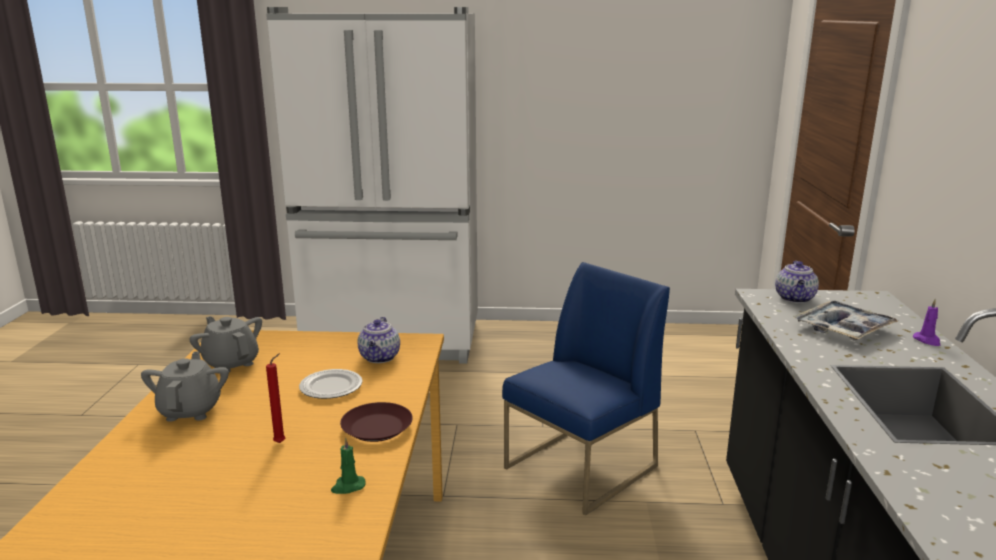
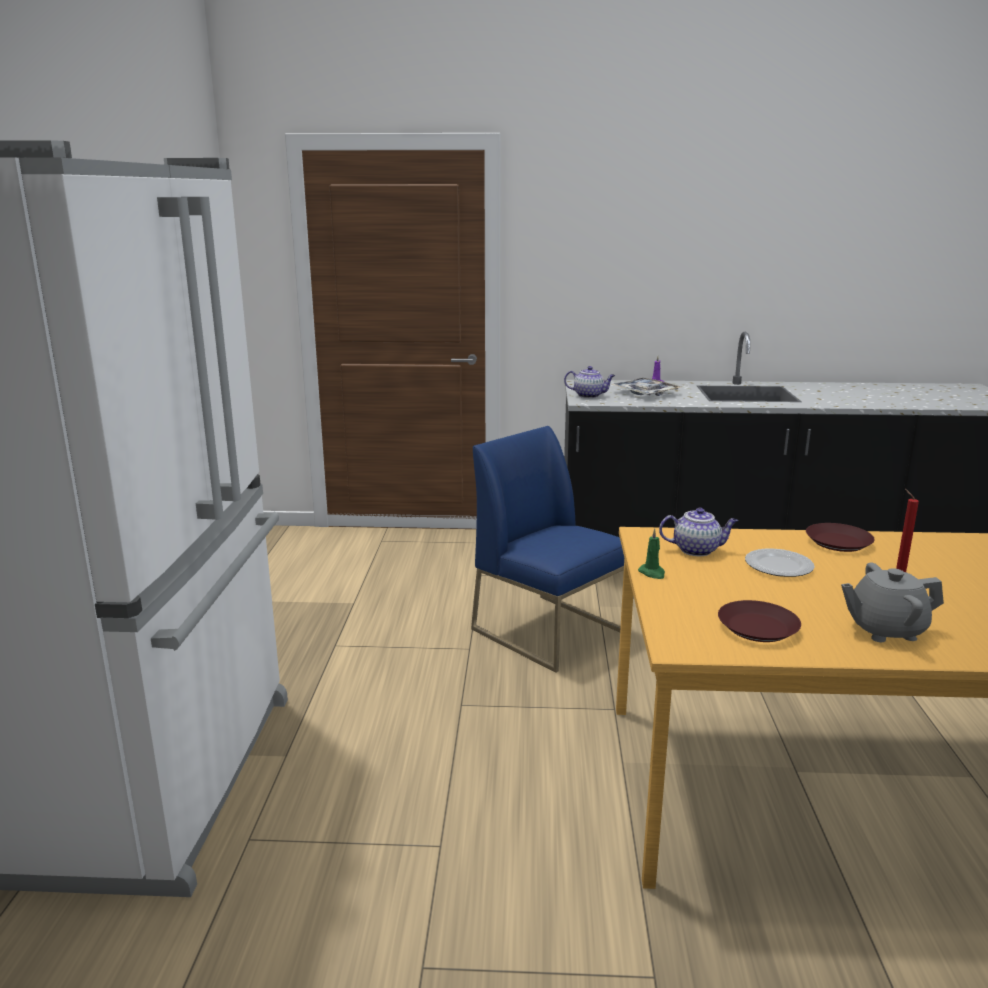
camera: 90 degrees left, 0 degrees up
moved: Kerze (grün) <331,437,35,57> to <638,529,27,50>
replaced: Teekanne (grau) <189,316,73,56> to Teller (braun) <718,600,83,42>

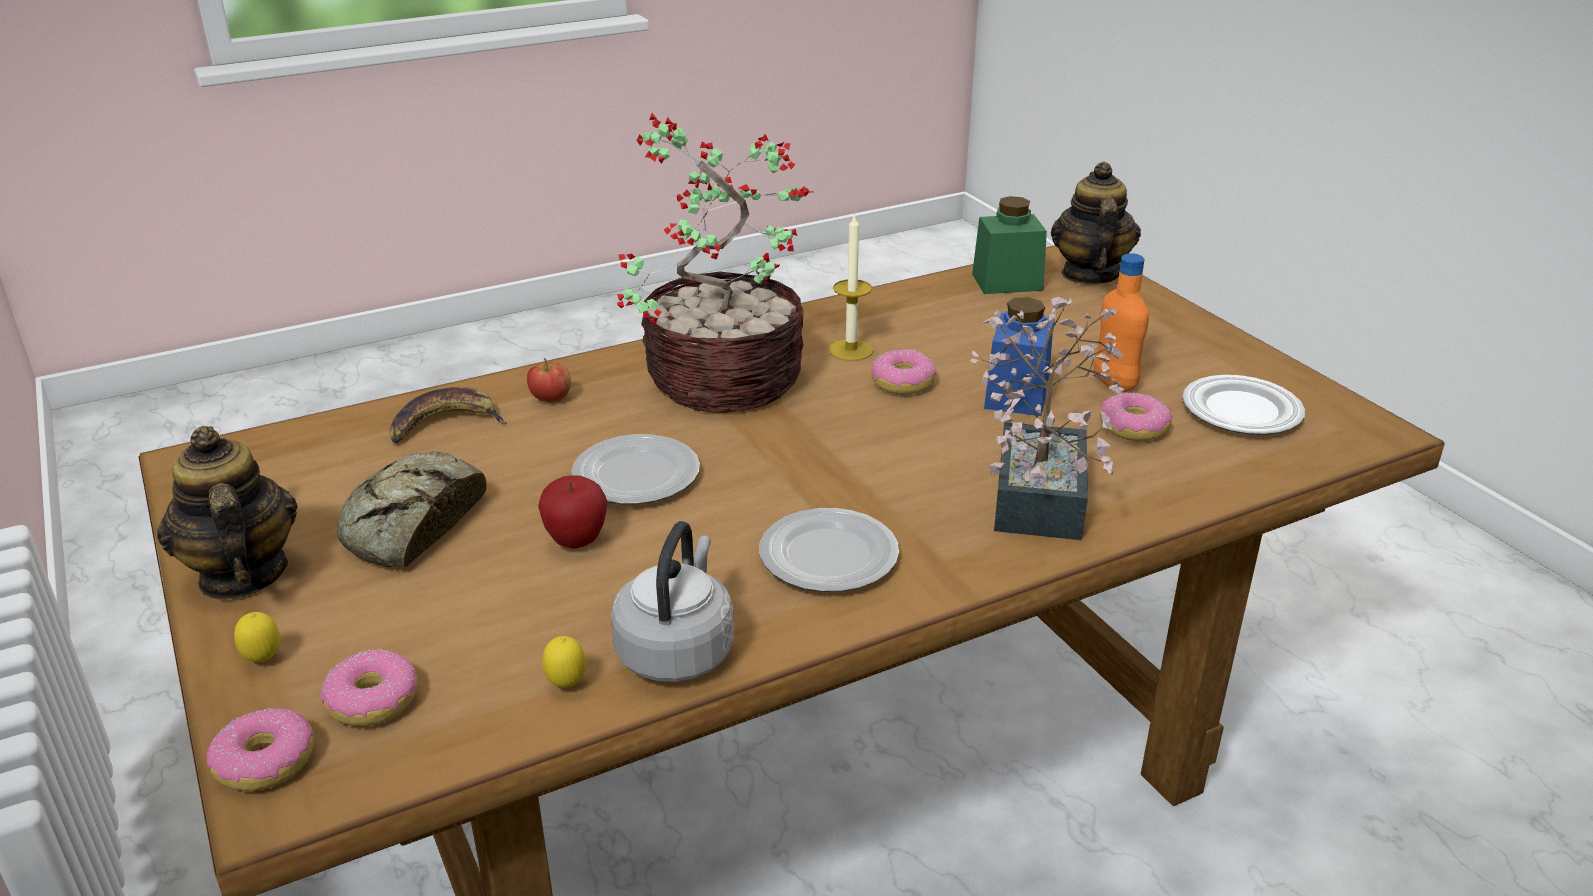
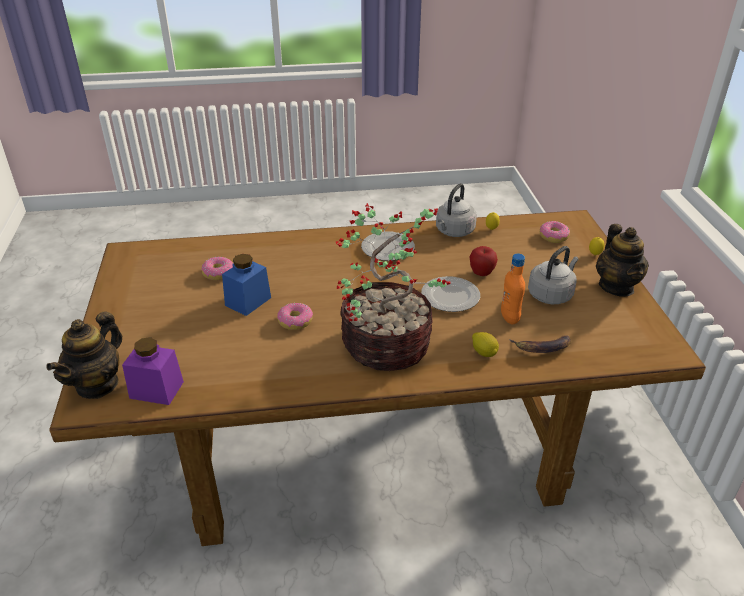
camera: 160 degrees left, 5 degrees up
removed: Donut <206,708,108,83>; Kerze <829,213,45,148>; Topfpflanze <970,297,155,243>; Teller <1182,375,123,60>
moved: Flasche (orange) <1094,253,55,139> to <501,254,24,70>
replaced: Brot <337,451,150,116> to Wasserkessel (grau) <528,246,50,58>; Apfel <527,358,44,45> to Zitrone <472,332,27,25>
recoloured: Vorratsglas (grün) <972,196,75,98> to Vorratsglas (lila) <122,337,62,68>

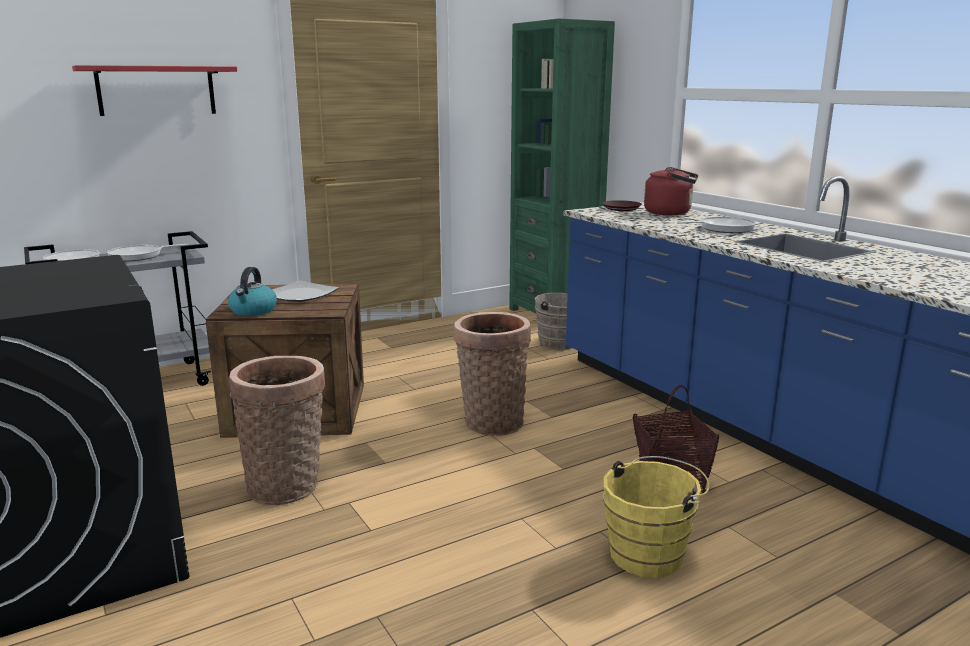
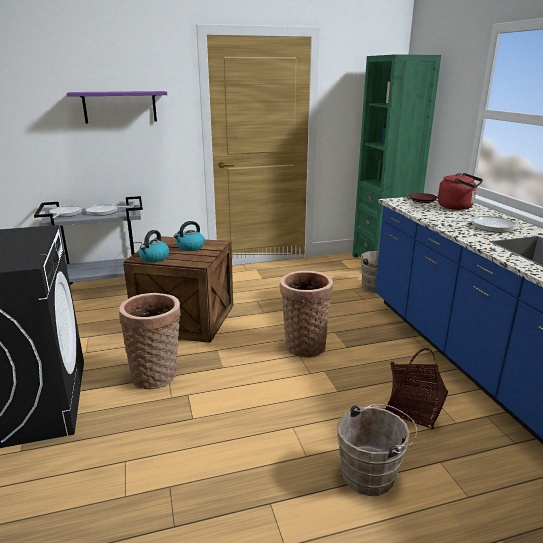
camera: 15 degrees right, 5 degrees up
replaced: Teller <272,280,67,22> to Wasserkessel <174,221,31,30>
recoloured: Wandregal (rot) <72,65,165,51> to Wandregal (lila) <66,91,101,32>; Eimer (gelb) <603,456,106,122> to Eimer (braun) <337,404,80,92>

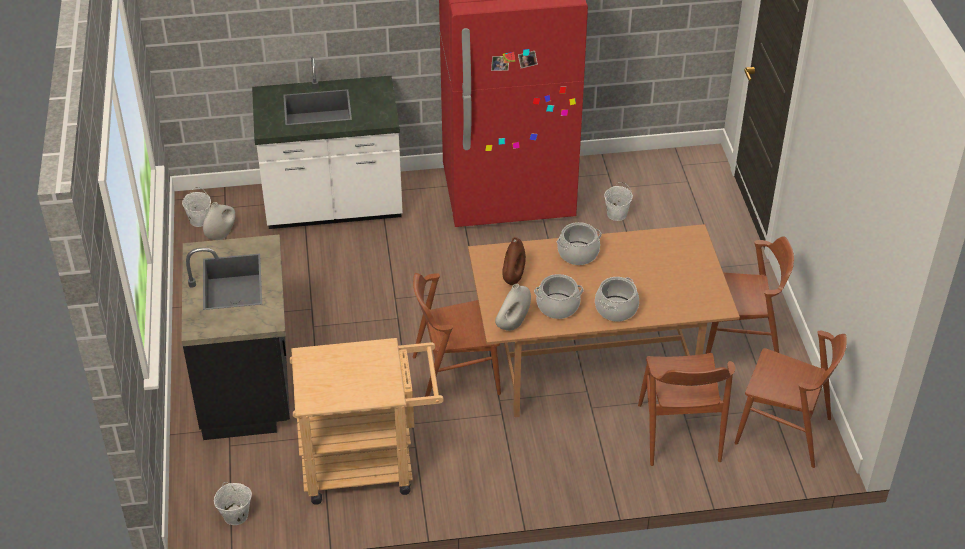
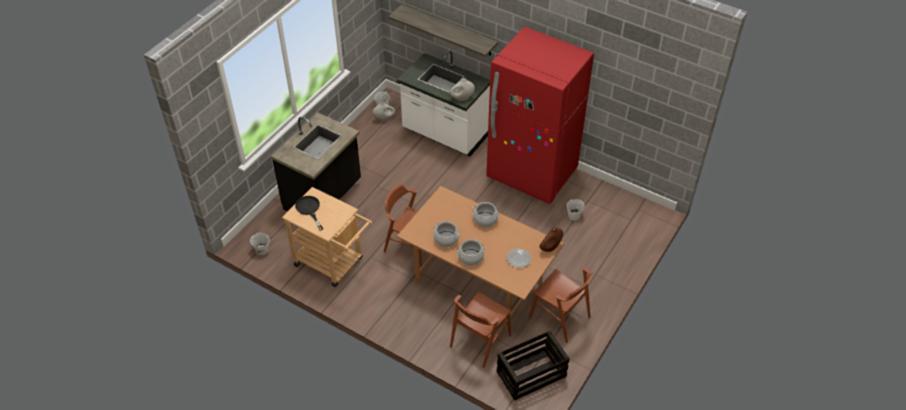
camera: 40 degrees right, 5 degrees up
added: Pfanne (schwarz) <295,196,28,34>; Wandregal <388,4,110,53>; Teller <507,249,24,19>
moved: Vase (weiß) <495,284,36,47> to <449,78,26,23>; Vase (braun) <502,237,24,48> to <540,227,23,25>
replaced: Stuhl (braun) <735,330,112,138> to Kiste <497,330,73,70>

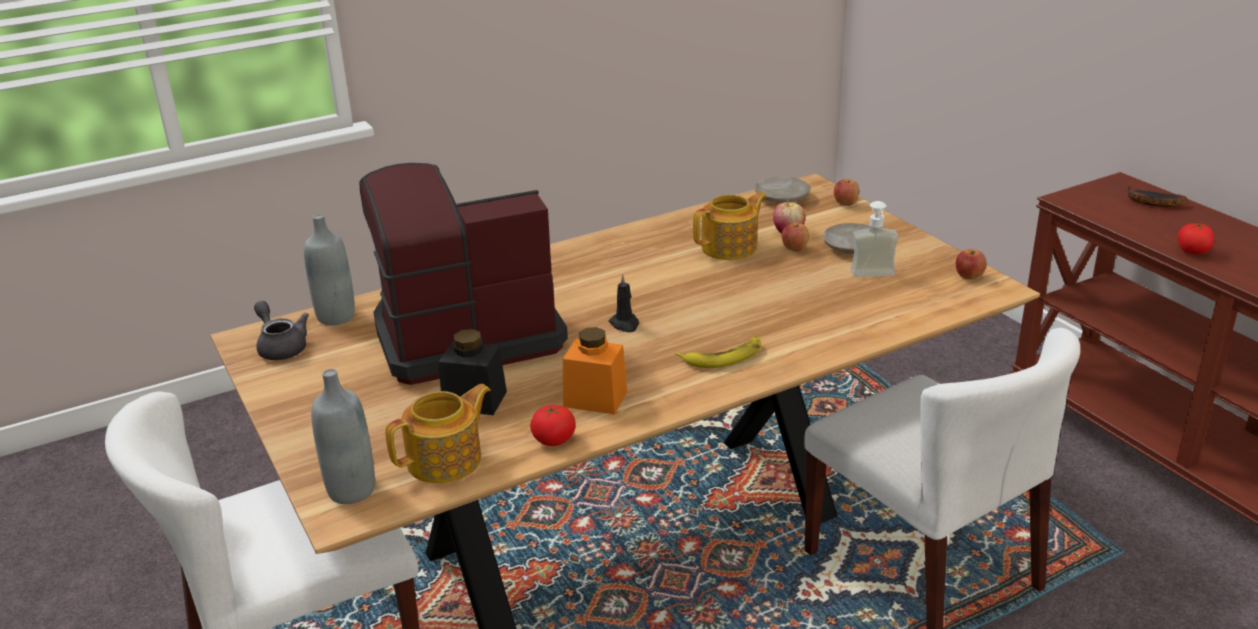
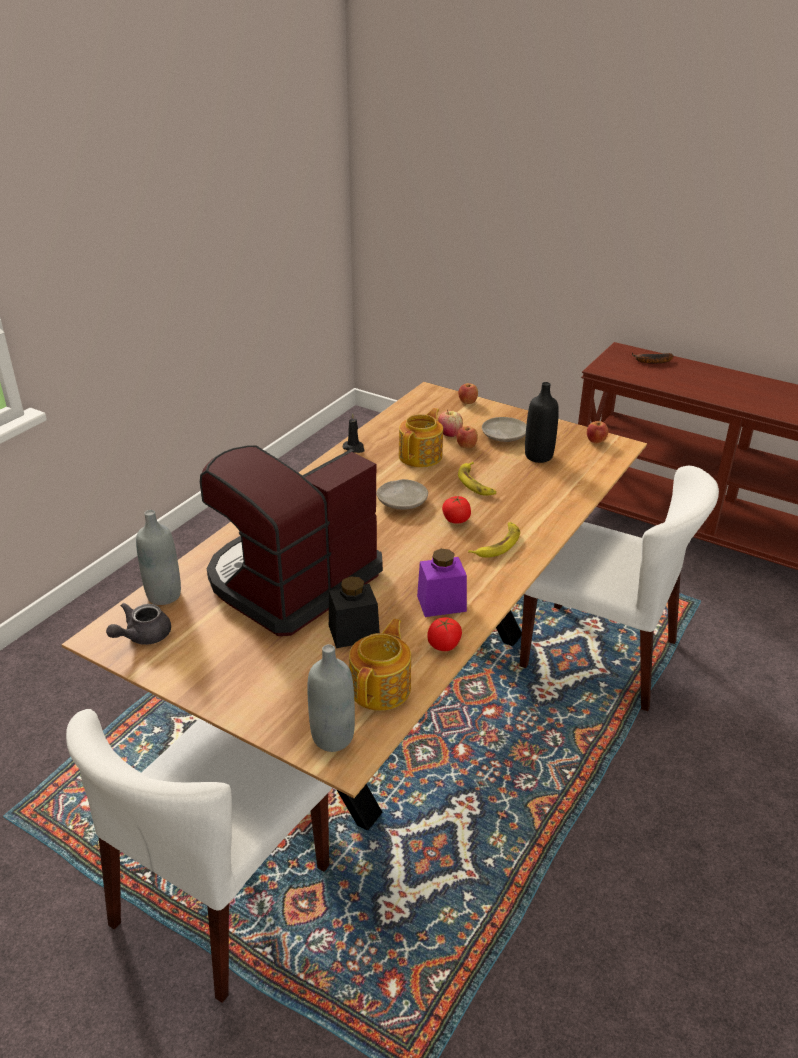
camera: 30 degrees left, 5 degrees up
added: Banane <458,462,38,34>
moved: Kerze (schwarz) <609,274,30,58> to <342,413,23,40>; Teller (beige) <754,177,56,27> to <376,479,52,31>; Tomate <1178,223,36,31> to <442,496,29,27>
replaced: Seifenspender <850,201,49,76> to Flasche (schwarz) <525,382,34,81>
recoloured: Vorratsglas (orange) <563,327,64,88> to Vorratsglas (lila) <417,549,50,68>
turned: Teekanne (grau) <254,301,55,59> = <106,603,65,42> 75 degrees counterclockwise

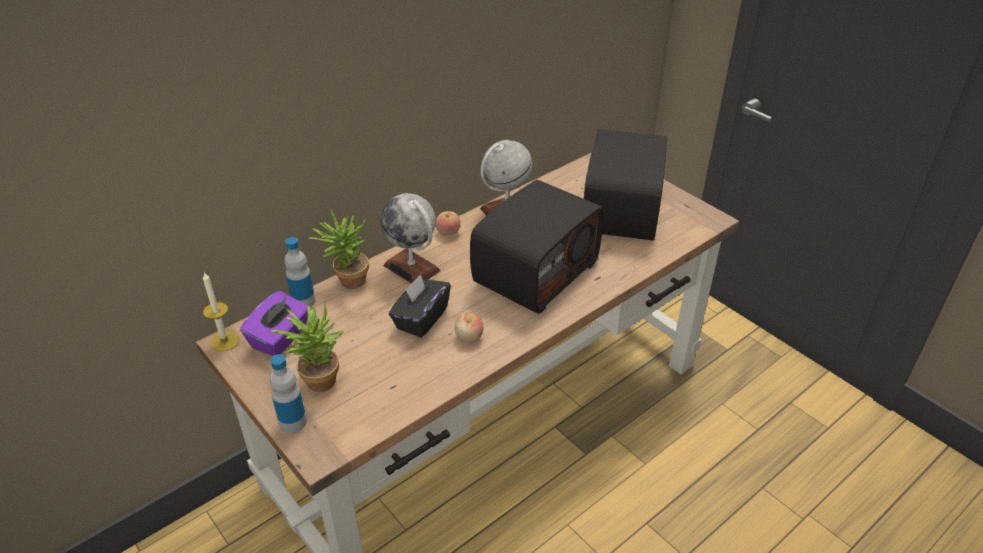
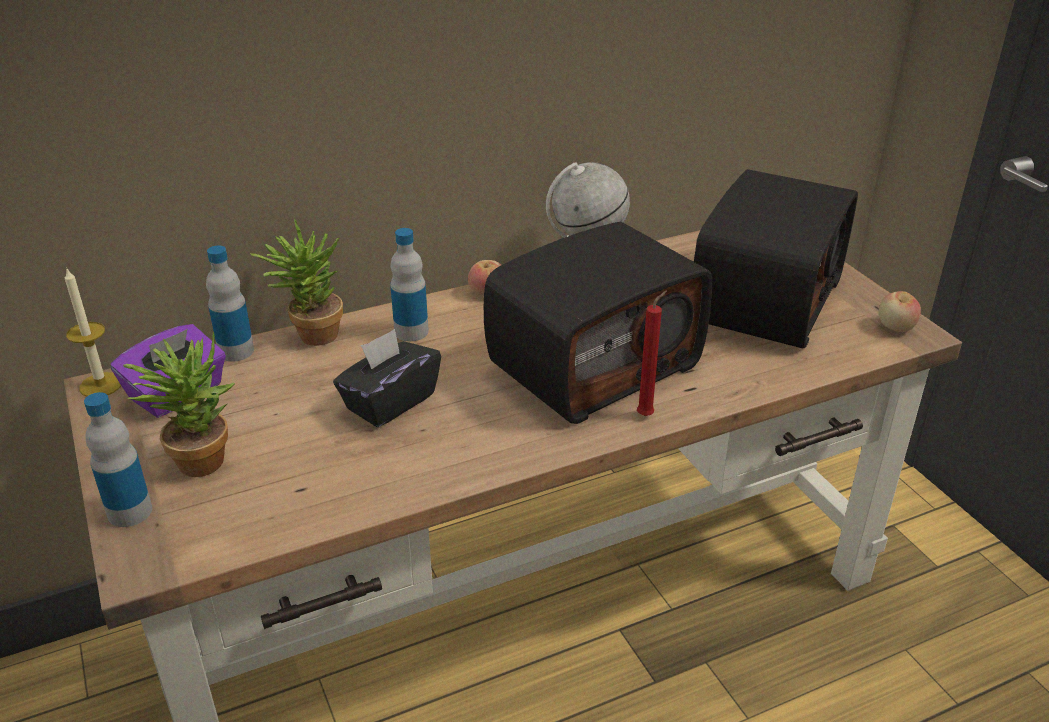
camera: 15 degrees right, 5 degrees down
added: Kerze (rot) <637,290,30,126>
moved: Apfel <455,313,28,30> to <878,291,43,41>
replaced: Globus <380,193,60,91> to Flasche <390,228,39,113>

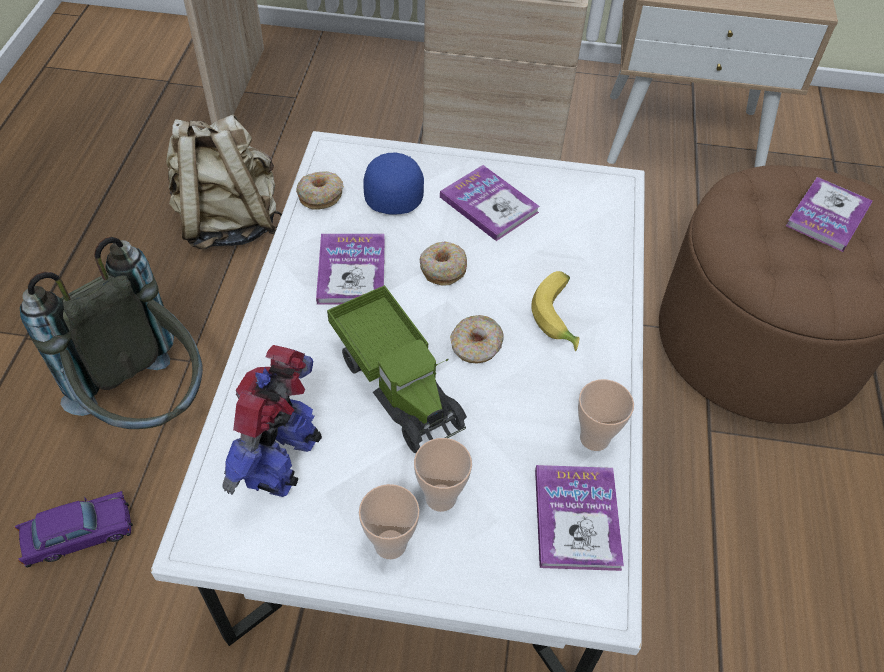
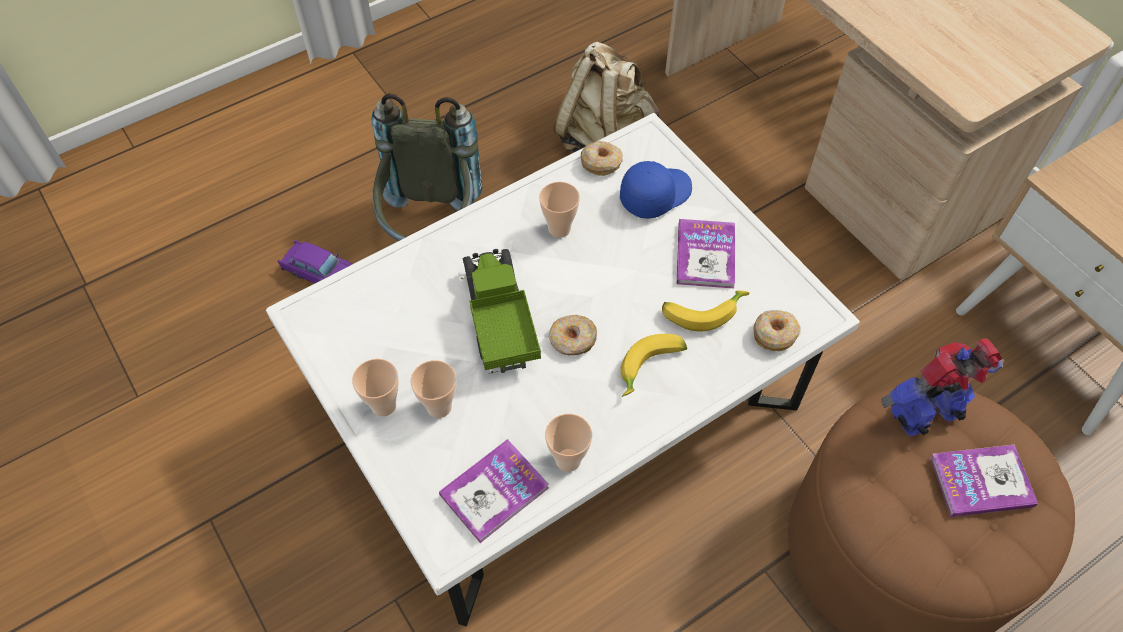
camera: 50 degrees right, 5 degrees up
added: Banane <662,290,87,41>
moved: Spielzeugroboter <223,345,99,152> to <881,338,122,98>; Donut <420,241,47,45> to <753,310,47,41>
replaced: Buch <316,234,69,71> to Tasse <539,182,41,56>
turned: Spielzeuglaster <327,285,140,168> = <461,249,80,125> 150 degrees clockwise

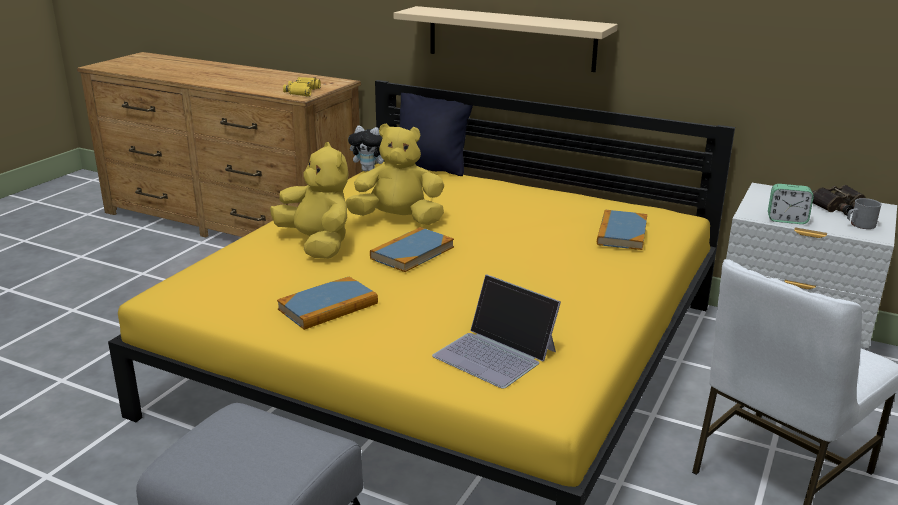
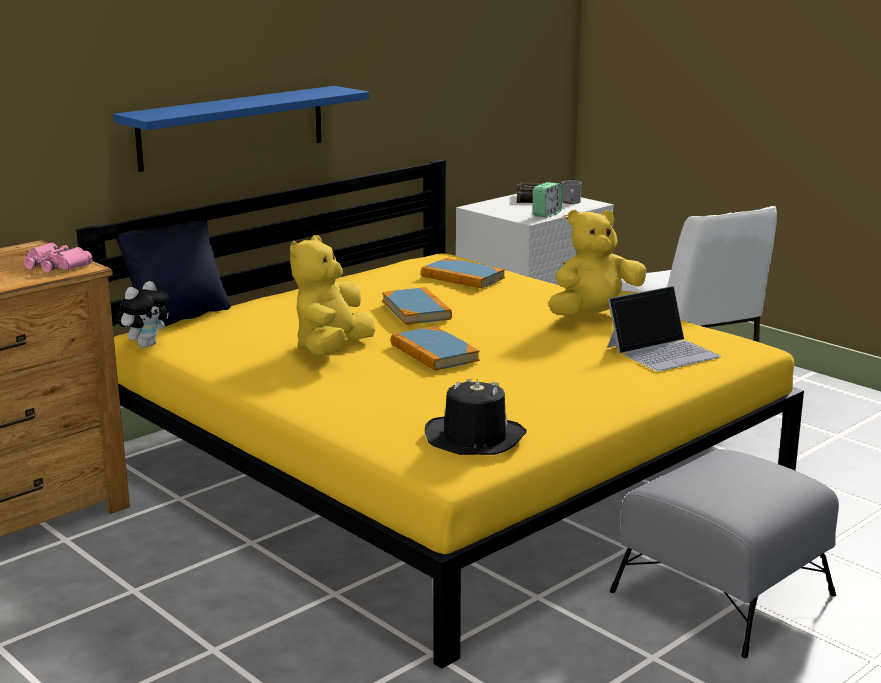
camera: 70 degrees left, 5 degrees down
added: Hut (schwarz) <425,378,102,77>
moved: Plüschtier (gelb) <270,142,79,117> to <549,209,97,106>; Buch <277,277,101,53> to <382,287,70,38>
recoloured: Fernglas (gelb) <283,77,38,19> to Fernglas (rosa) <24,242,69,31>; Wandregal (beige) <394,6,224,66> to Wandregal (blau) <113,86,256,86>

